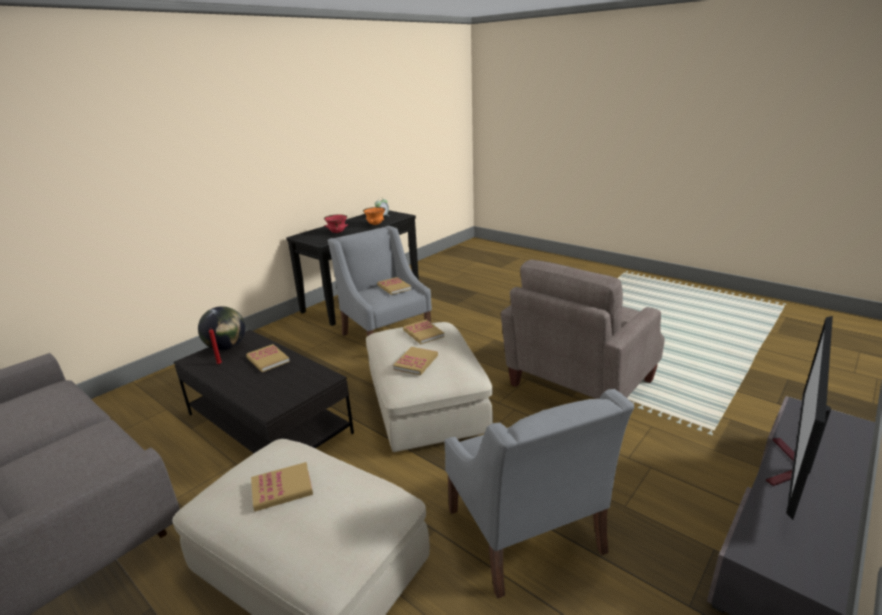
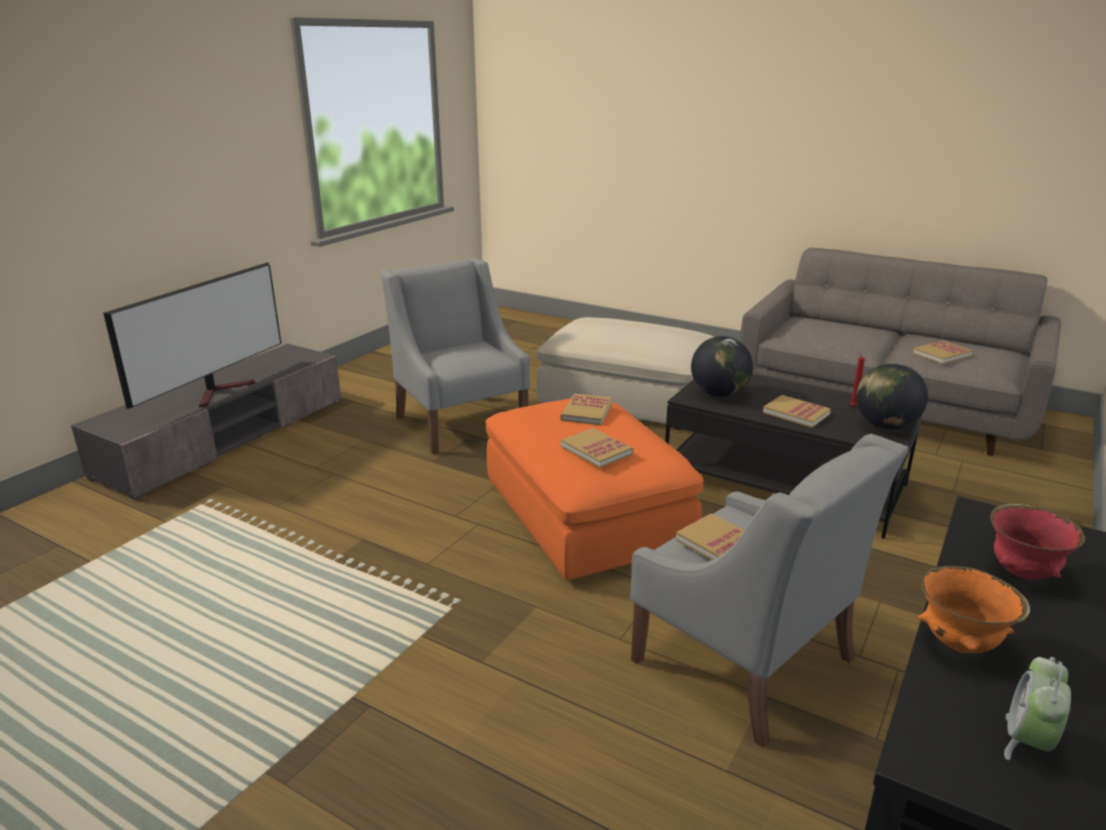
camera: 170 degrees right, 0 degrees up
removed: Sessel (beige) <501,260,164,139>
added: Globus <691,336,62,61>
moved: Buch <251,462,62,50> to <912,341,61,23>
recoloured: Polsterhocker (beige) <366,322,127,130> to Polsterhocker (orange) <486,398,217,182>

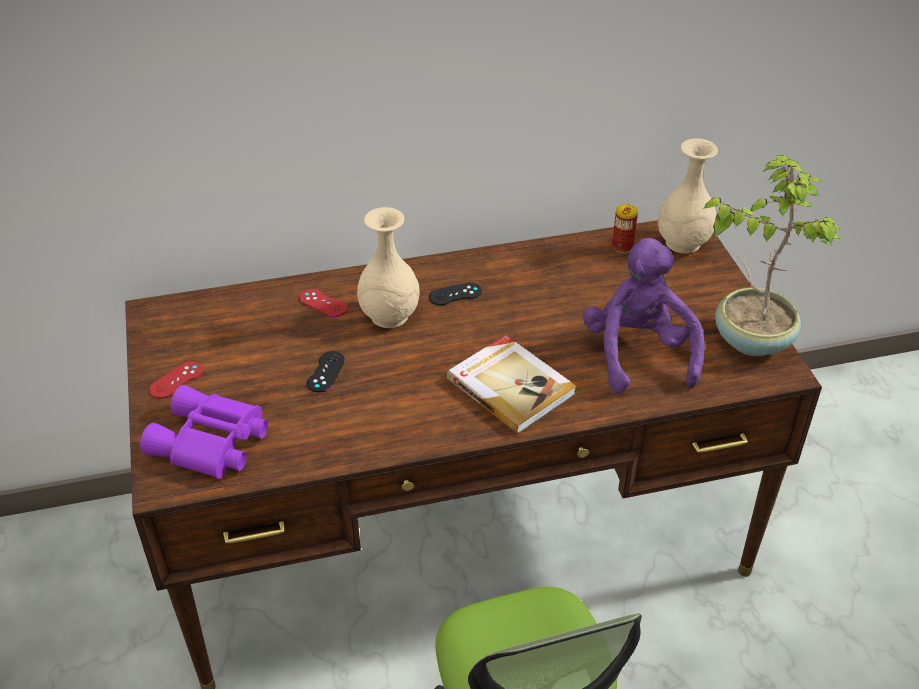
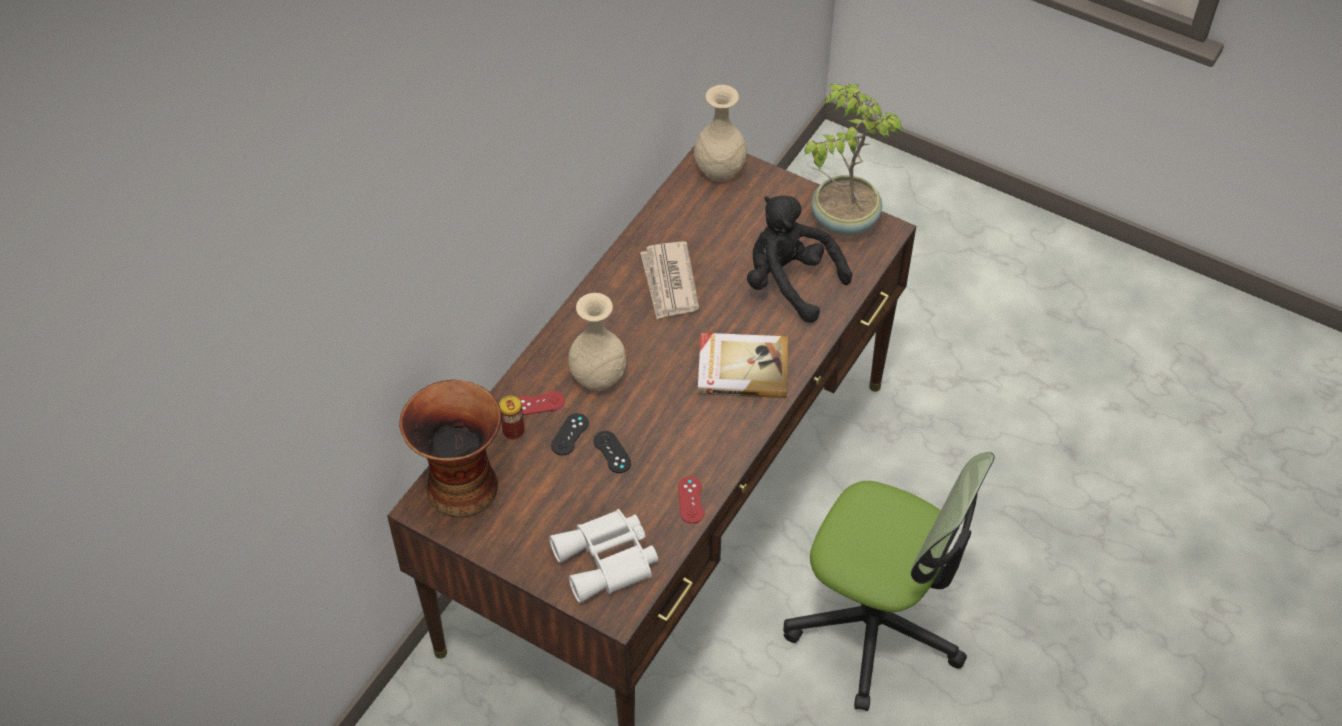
camera: 45 degrees left, 10 degrees up
added: Vase <399,380,103,138>; Zeitung <640,241,59,78>
moved: Gamepad (rot) <149,361,54,38> to <678,476,26,48>; Gamepad (schwarz) <429,282,53,23> to <551,413,38,42>; Dose <612,204,26,49> to <499,396,25,44>
recoloured: Fernglas (lila) <140,385,128,94> to Fernglas (weiß) <549,509,109,94>; Plüschtier (lila) <583,238,122,155> to Plüschtier (schwarz) <747,195,105,128>

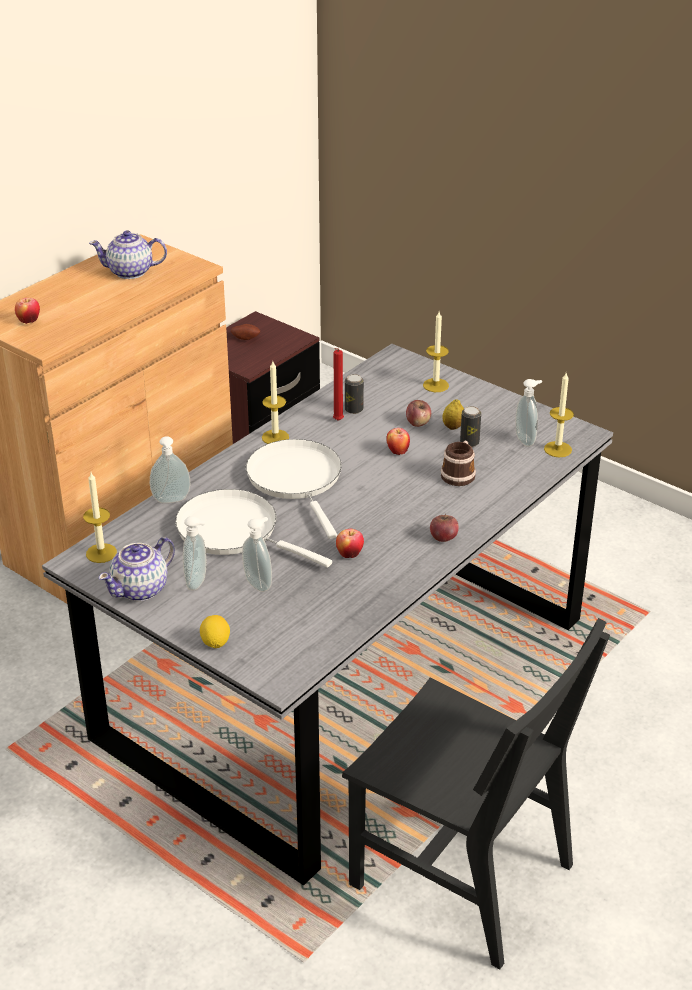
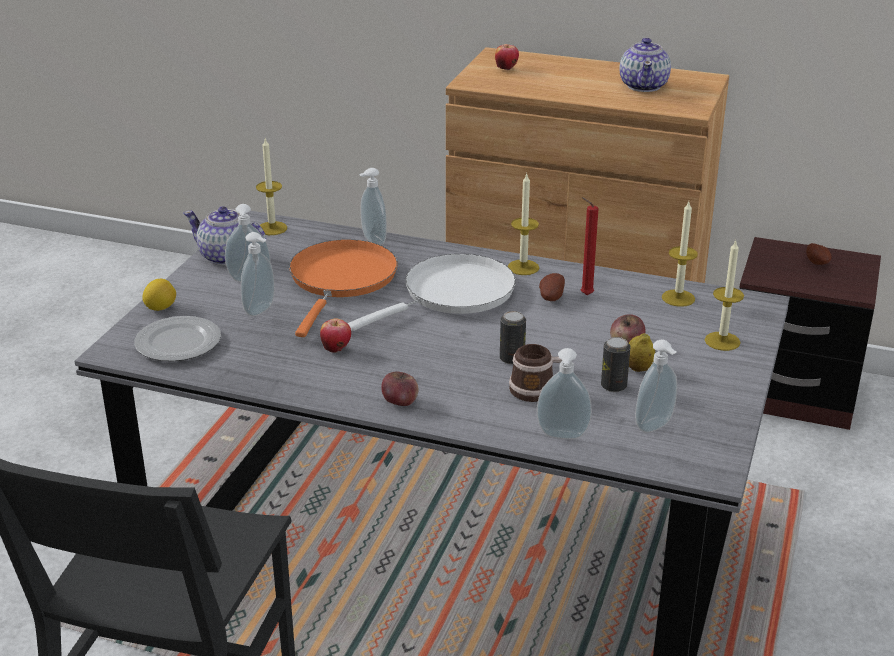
camera: 70 degrees right, 5 degrees down
removed: Apfel <386,428,24,27>
added: Teller <134,316,87,46>; Seifenspender <537,348,55,91>; Kartoffel <539,273,26,28>
moved: Dose <345,374,19,40> to <500,311,26,54>; Kerze <544,373,30,84> to <662,202,36,105>
recoloured: Pfanne (weiß) <175,489,157,79> to Pfanne (orange) <289,240,109,97>
turned: Teekanne <89,230,78,49> = <619,38,52,54> 150 degrees counterclockwise

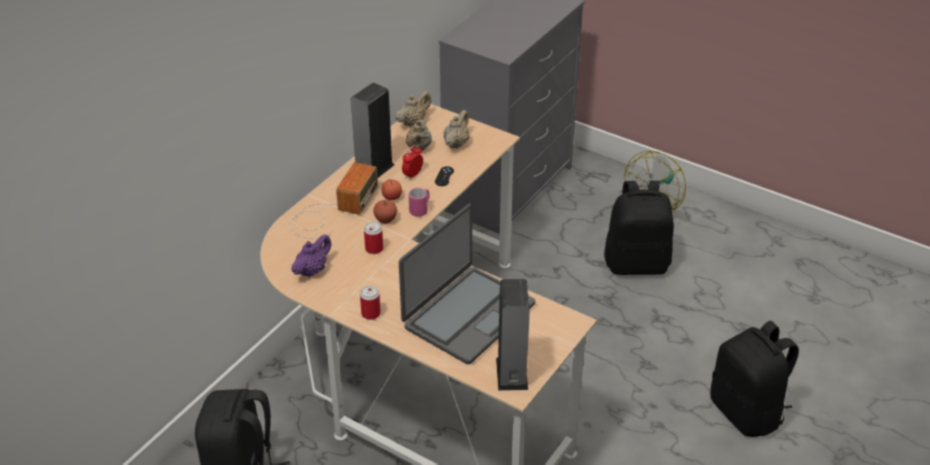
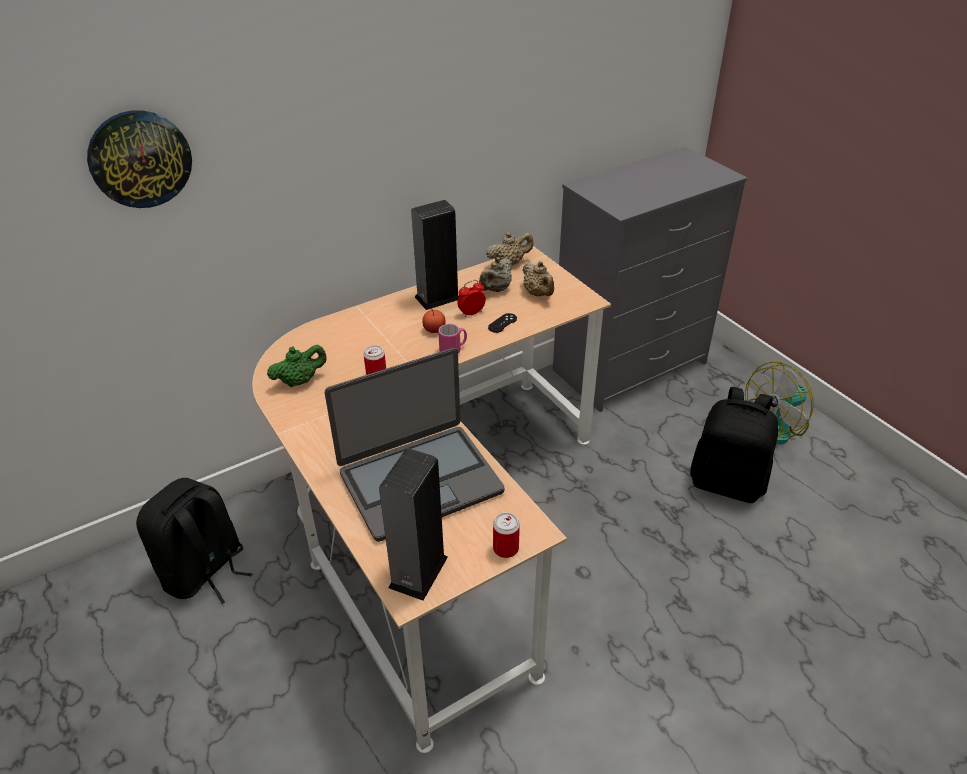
camera: 25 degrees right, 0 degrees up
removed: Radio <290,162,88,77>; Apfel <373,200,24,23>; Rucksack (schwarz) <710,321,89,116>
added: Wanduhr <87,110,105,98>
moved: Dose <360,285,21,35> to <493,512,27,46>
recoloured: Teekanne (lila) <292,234,39,43> to Teekanne (grün) <267,344,60,43>
turned: Teekanne (beige) <443,110,26,39> = <523,261,31,35> 105 degrees clockwise

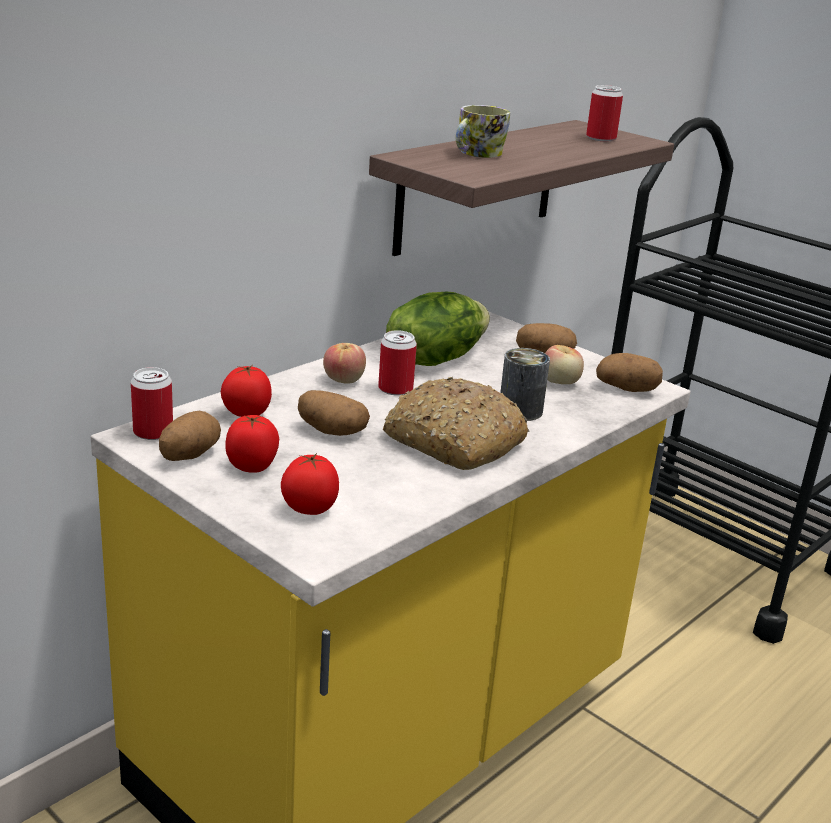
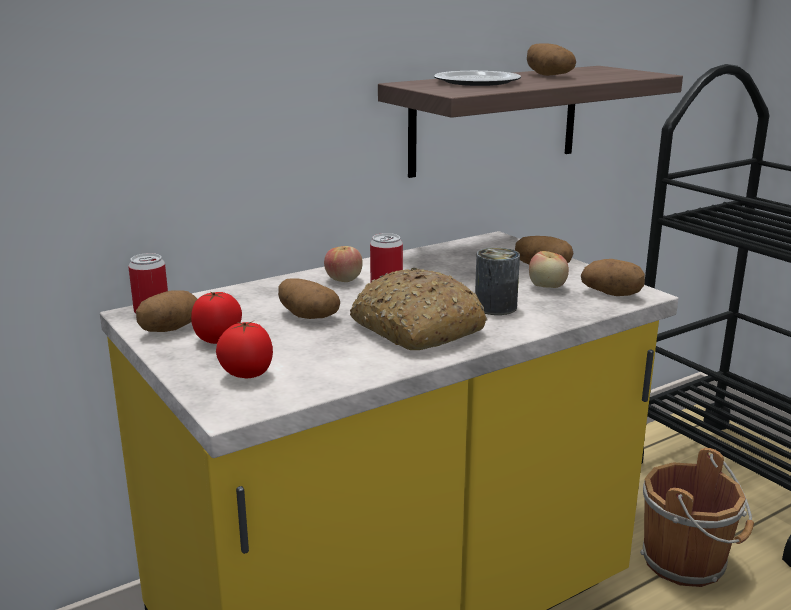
camera: 15 degrees right, 5 degrees down
removed: Tomate <221,365,51,52>; Salatkopf <386,292,104,74>; Dose <586,85,37,57>
added: Kartoffel <527,43,49,33>; Eimer (braun) <640,448,114,139>
replaced: Henkelbecher <456,105,54,53> to Teller <434,71,87,15>

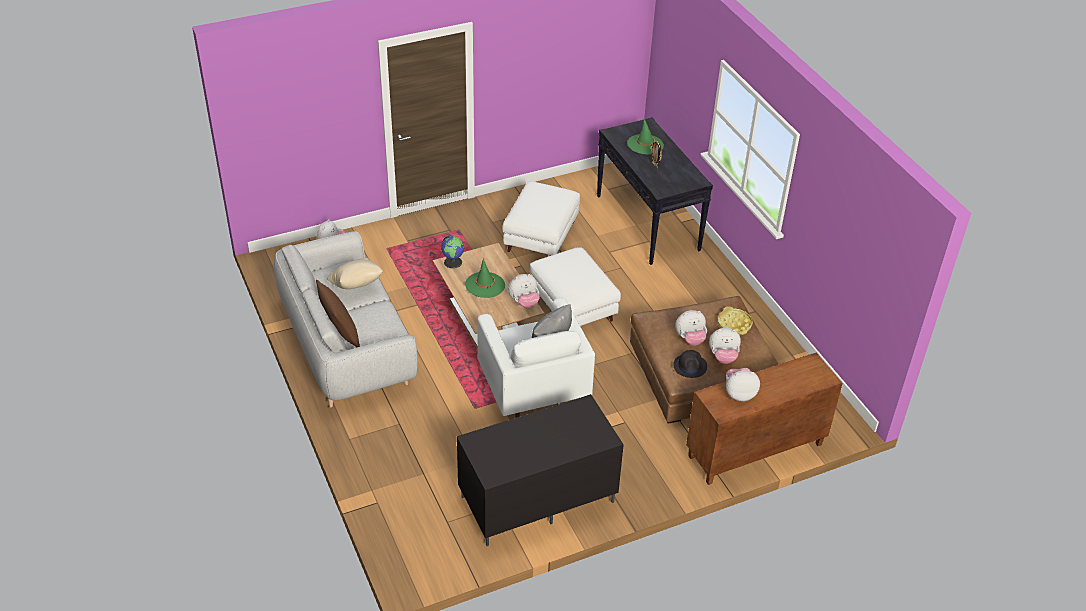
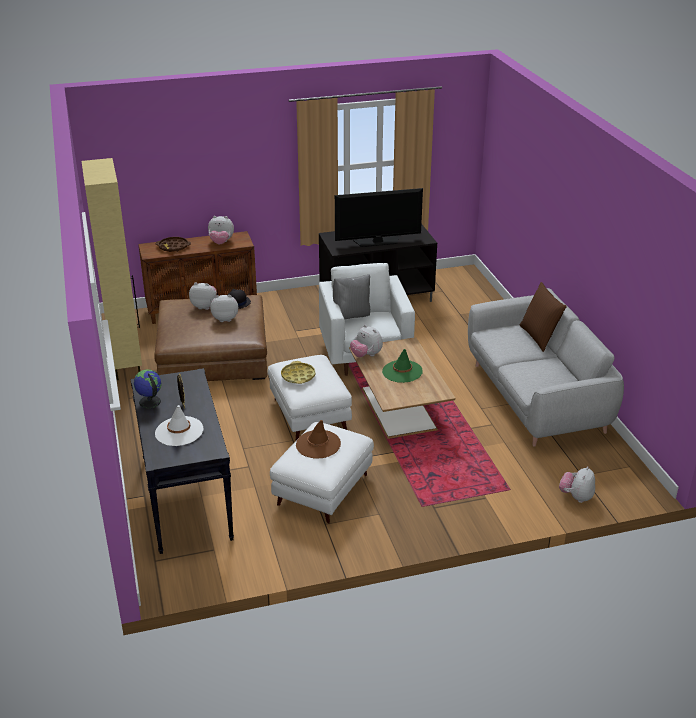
camera: 170 degrees left, 10 degrees down
removed: Kissen (beige) <327,259,56,30>
added: Schrank (beige) <81,158,61,222>; Tablett (braun) <156,237,35,15>; Hut (braun) <296,420,45,39>; Fernseher <335,188,88,59>
moved: Globus <441,236,23,33> to <133,369,29,39>; Tablett (gelb) <718,307,35,28> to <281,361,35,23>
recoloured: Hut (grün) <627,119,37,36> to Hut (weiß) <155,405,49,41>
turned: Plüschtier <508,274,32,34> = <350,325,33,32> 120 degrees counterclockwise

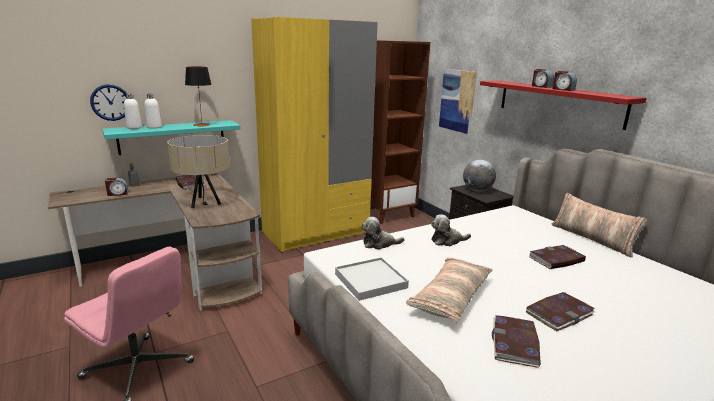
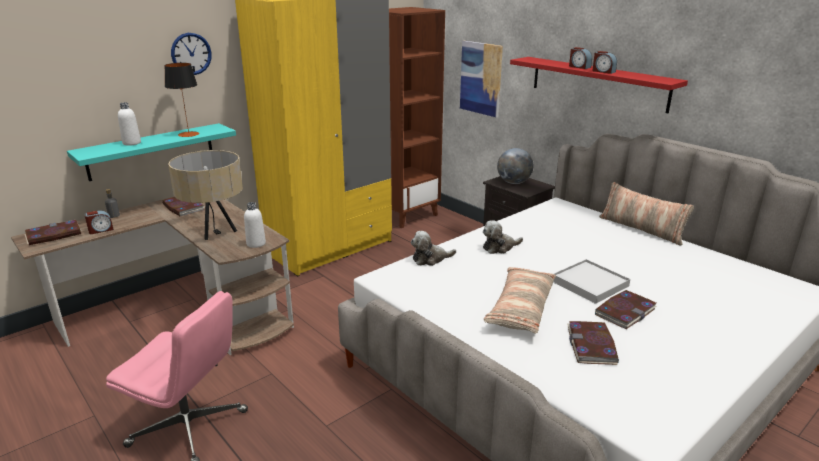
camera: 10 degrees left, 5 degrees up
moved: Wanduhr <90,84,37,37> to <171,33,41,42>; Flasche (weiß) <124,94,18,35> to <244,202,22,46>; Tablett (weiß) <335,257,74,44> to <553,259,77,45>; Buch <529,245,57,24> to <24,220,58,25>

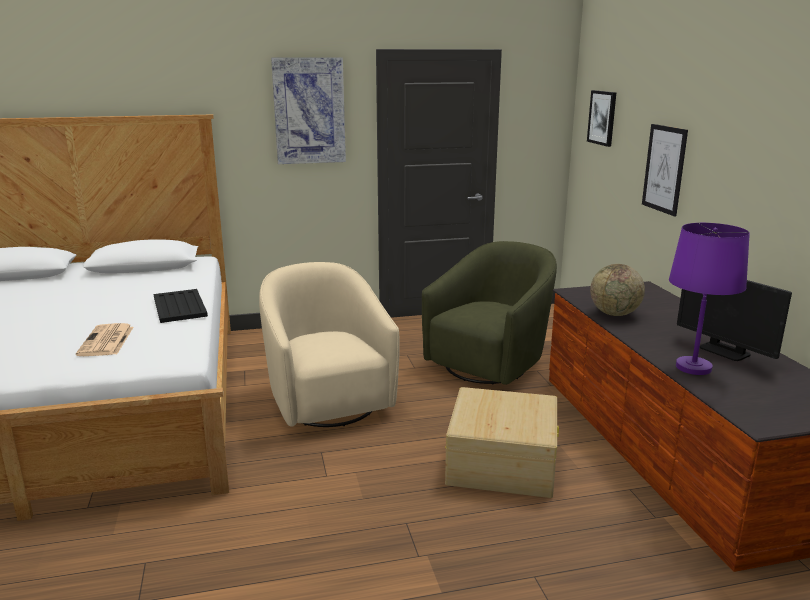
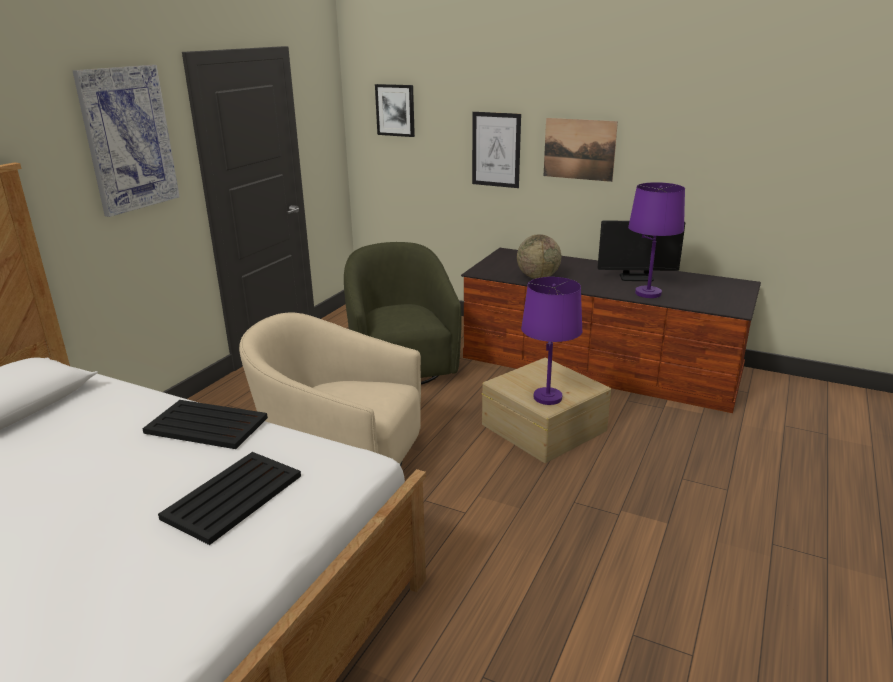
camera: 50 degrees left, 5 degrees up
added: Tischlampe (lila) <521,277,62,128>; Bild <544,118,74,64>
replaced: Zeitung <76,323,58,33> to Tablett (schwarz) <158,452,143,93>

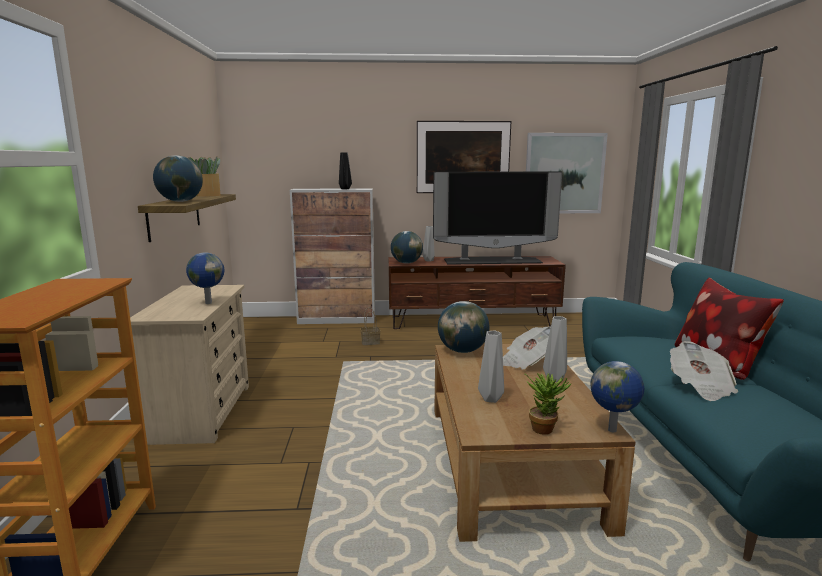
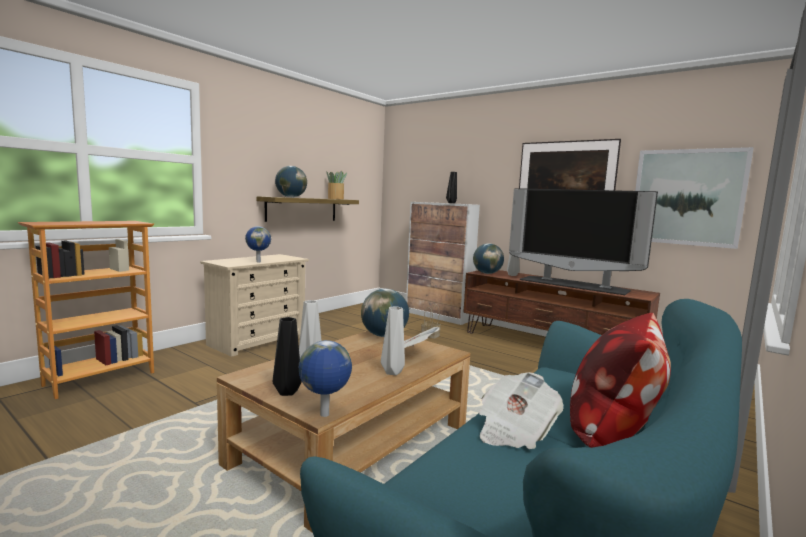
camera: 40 degrees right, 5 degrees down
replaced: Topfpflanze <525,373,47,62> to Vase (schwarz) <273,317,29,79>

